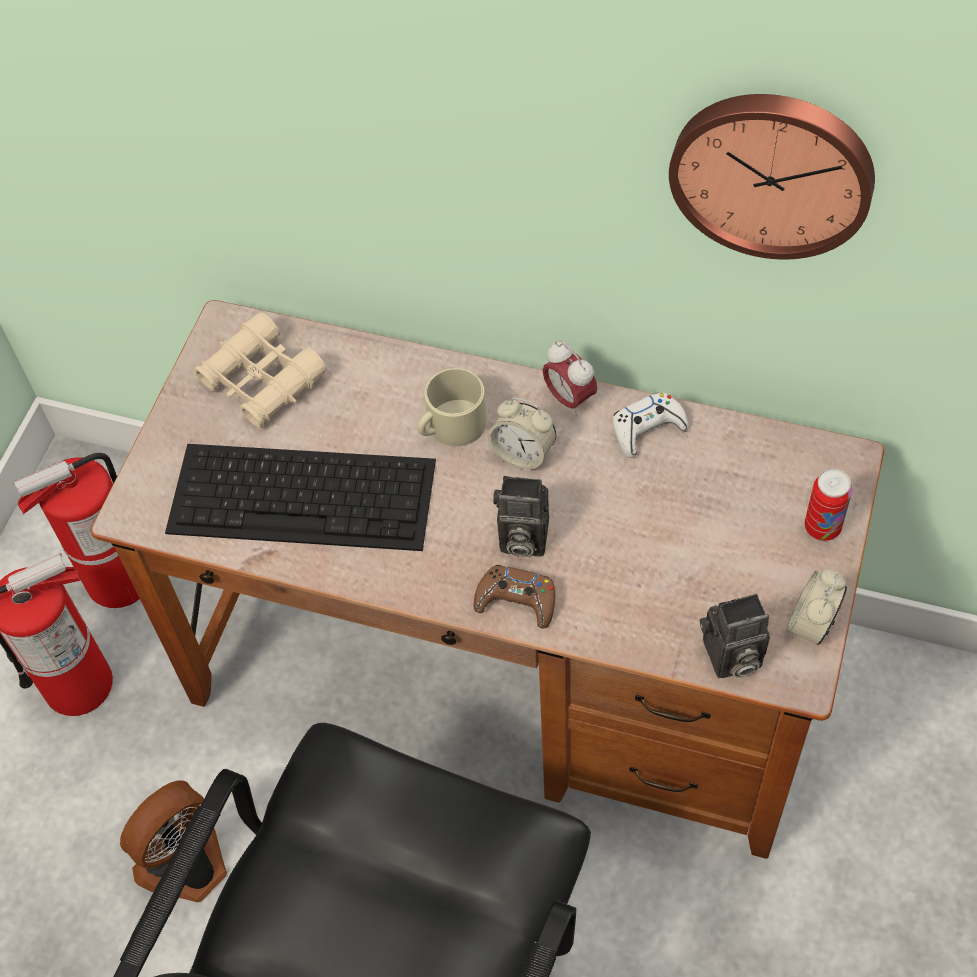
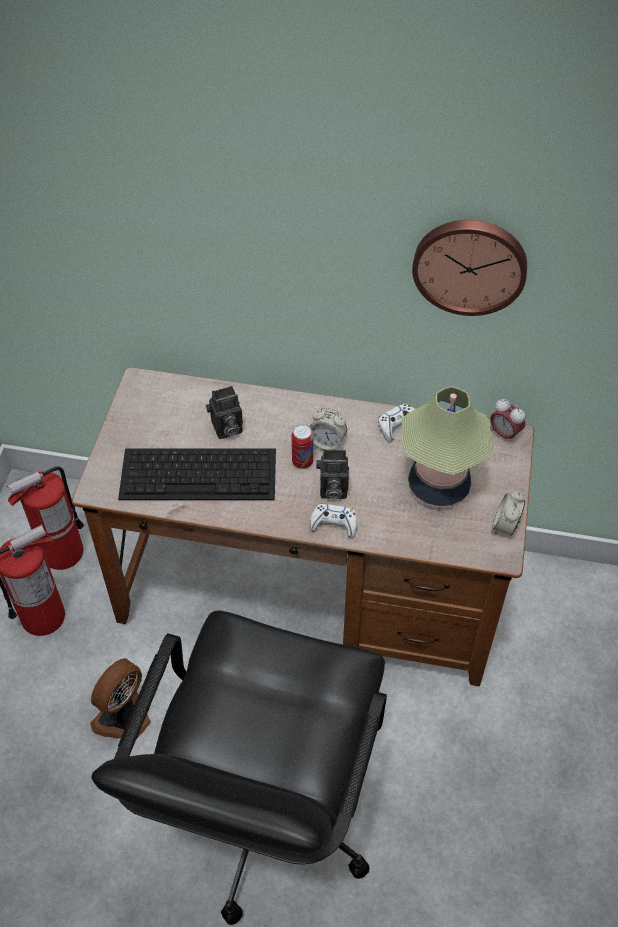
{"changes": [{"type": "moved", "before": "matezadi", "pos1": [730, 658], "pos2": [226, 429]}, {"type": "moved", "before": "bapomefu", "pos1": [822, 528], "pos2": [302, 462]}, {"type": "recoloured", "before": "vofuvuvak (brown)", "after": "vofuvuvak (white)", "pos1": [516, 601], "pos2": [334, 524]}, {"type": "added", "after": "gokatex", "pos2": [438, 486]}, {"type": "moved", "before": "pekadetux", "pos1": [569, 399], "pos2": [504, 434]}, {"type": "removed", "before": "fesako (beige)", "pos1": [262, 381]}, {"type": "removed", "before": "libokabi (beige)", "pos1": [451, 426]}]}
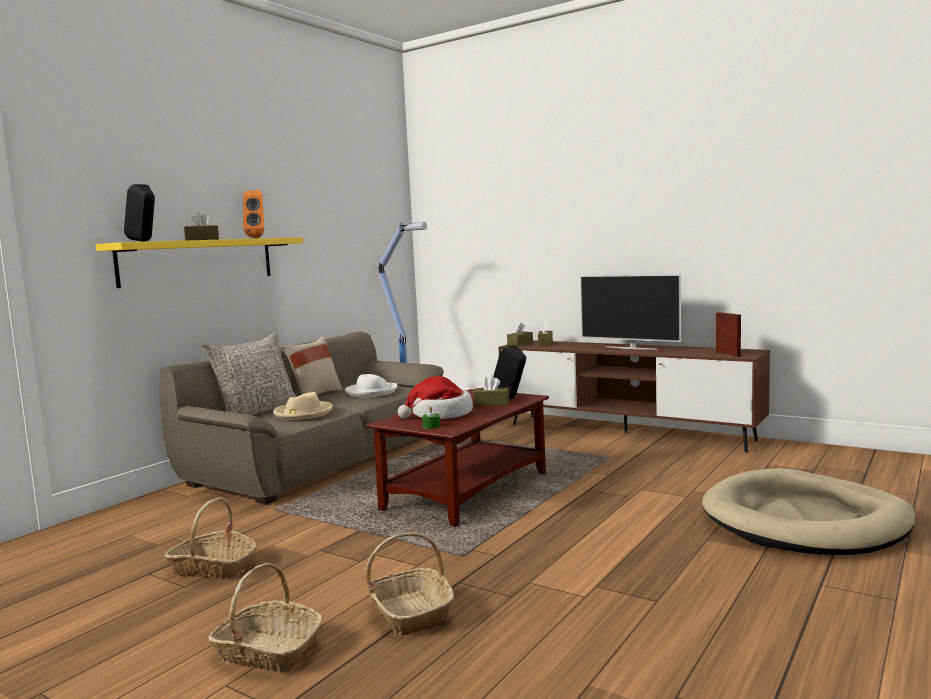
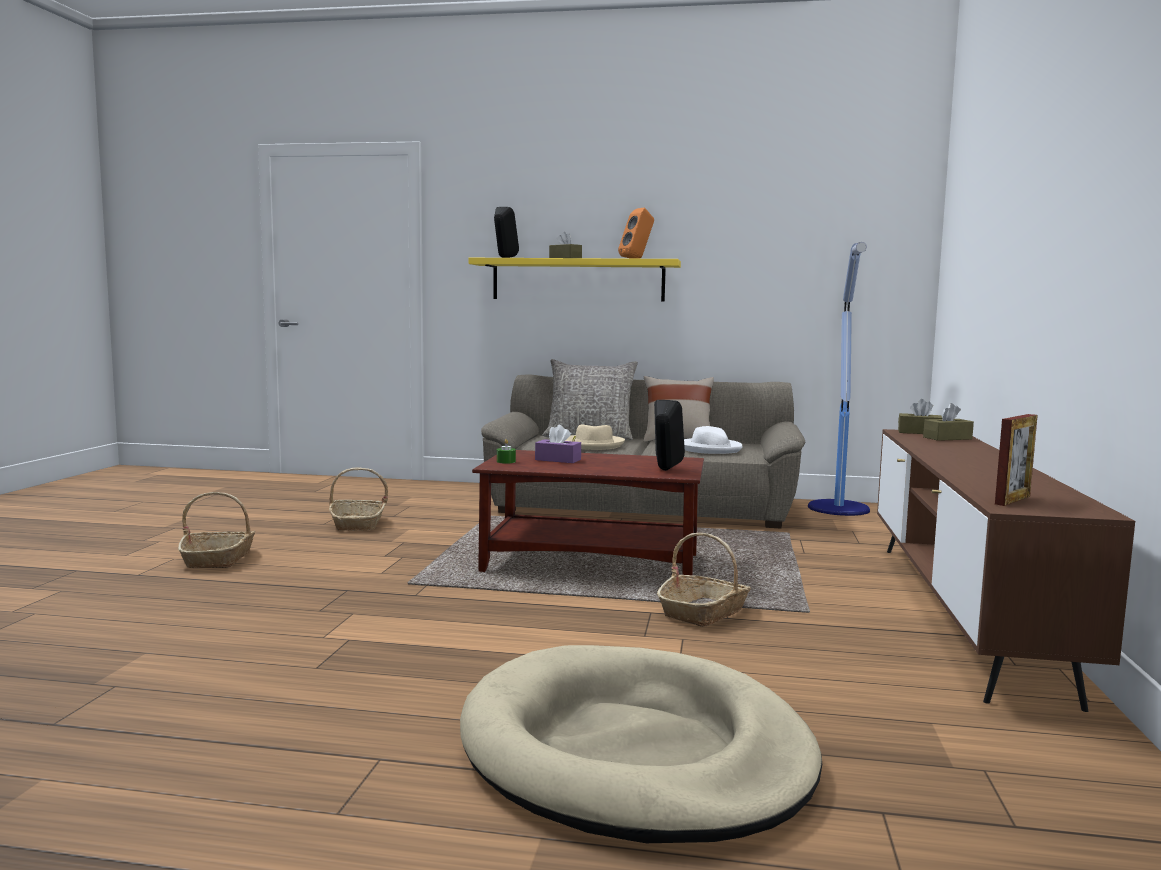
{"changes": [{"type": "replaced", "before": "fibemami", "after": "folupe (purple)", "pos1": [440, 415], "pos2": [558, 460]}, {"type": "moved", "before": "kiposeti", "pos1": [410, 612], "pos2": [703, 612]}, {"type": "removed", "before": "folupe (brown)", "pos1": [491, 403]}, {"type": "removed", "before": "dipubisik", "pos1": [631, 348]}]}
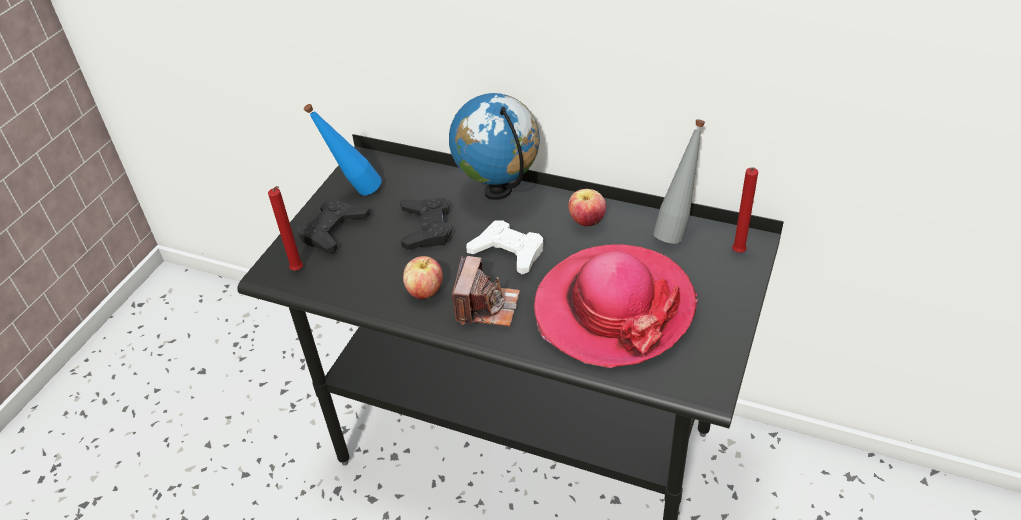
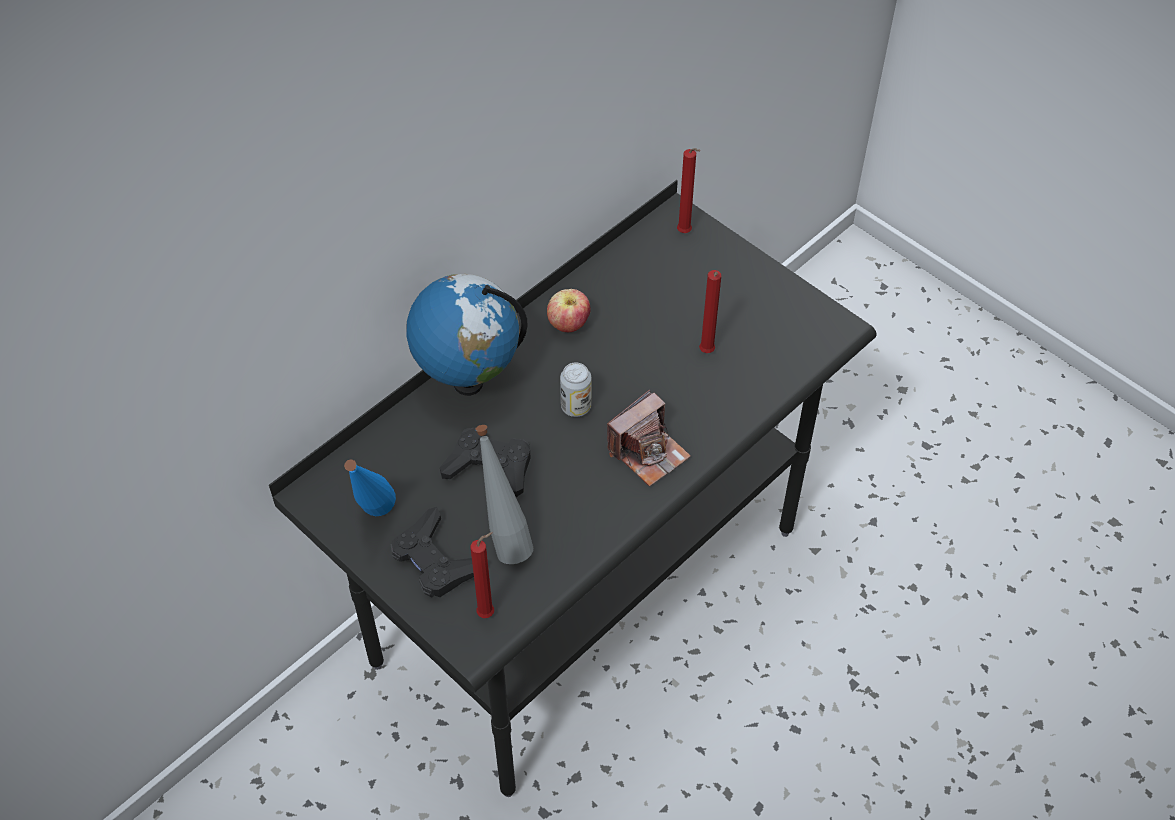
{"changes": [{"type": "moved", "before": "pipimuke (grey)", "pos1": [676, 231], "pos2": [505, 538]}, {"type": "replaced", "before": "vofuvuvak (white)", "after": "bapomefu", "pos1": [508, 252], "pos2": [576, 407]}, {"type": "turned", "before": "matezadi", "pos1": [487, 306], "pos2": [648, 452], "turn": 105}, {"type": "replaced", "before": "fibemami", "after": "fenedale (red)", "pos1": [613, 308], "pos2": [706, 353]}, {"type": "removed", "before": "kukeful", "pos1": [425, 291]}]}
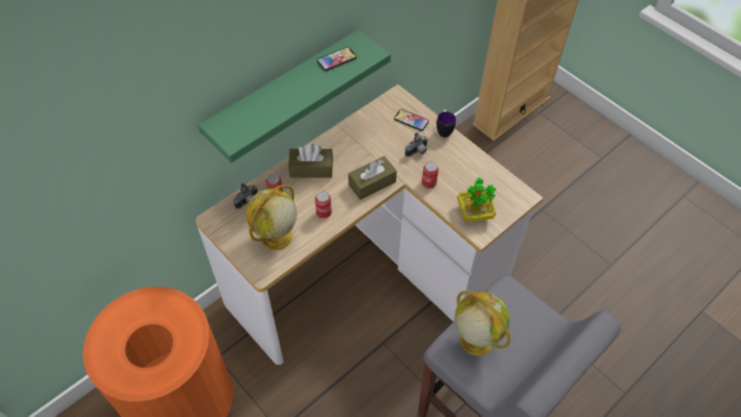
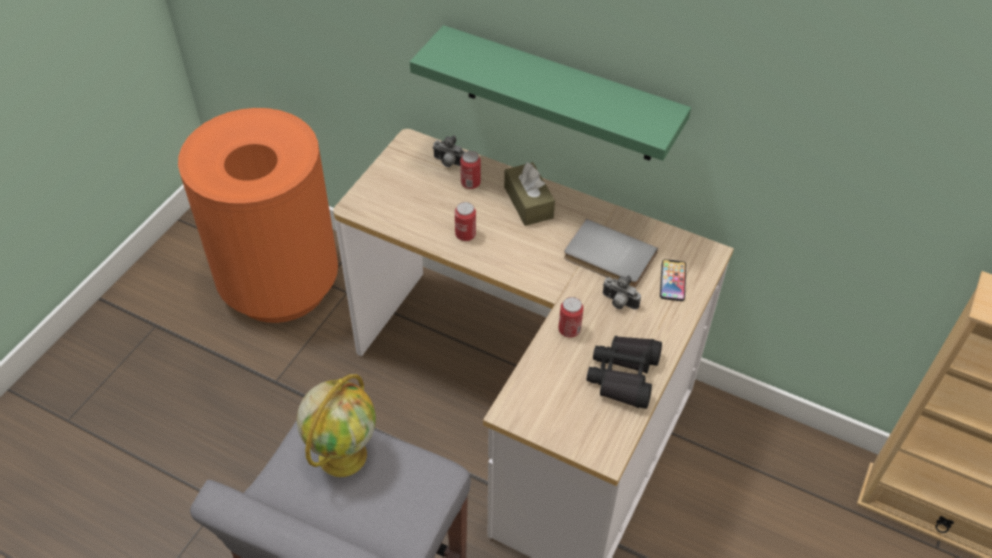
{"changes": [{"type": "added", "after": "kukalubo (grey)", "pos2": [608, 258]}, {"type": "added", "after": "fesako (black)", "pos2": [624, 375]}, {"type": "removed", "before": "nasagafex", "pos1": [276, 238]}, {"type": "removed", "before": "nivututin", "pos1": [336, 59]}, {"type": "removed", "before": "folupe (brown)", "pos1": [372, 183]}, {"type": "removed", "before": "libokabi", "pos1": [444, 130]}, {"type": "removed", "before": "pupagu", "pos1": [474, 213]}]}
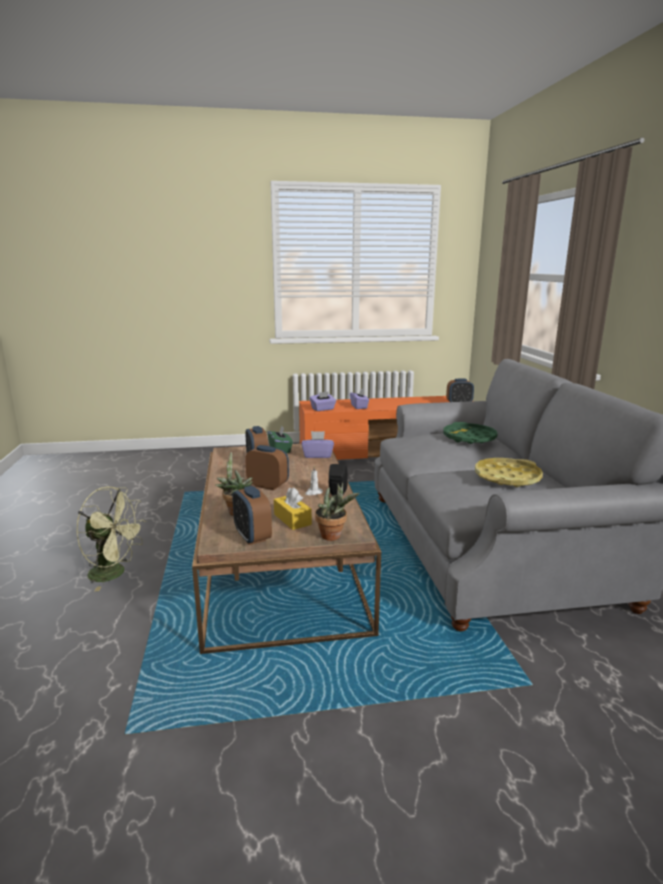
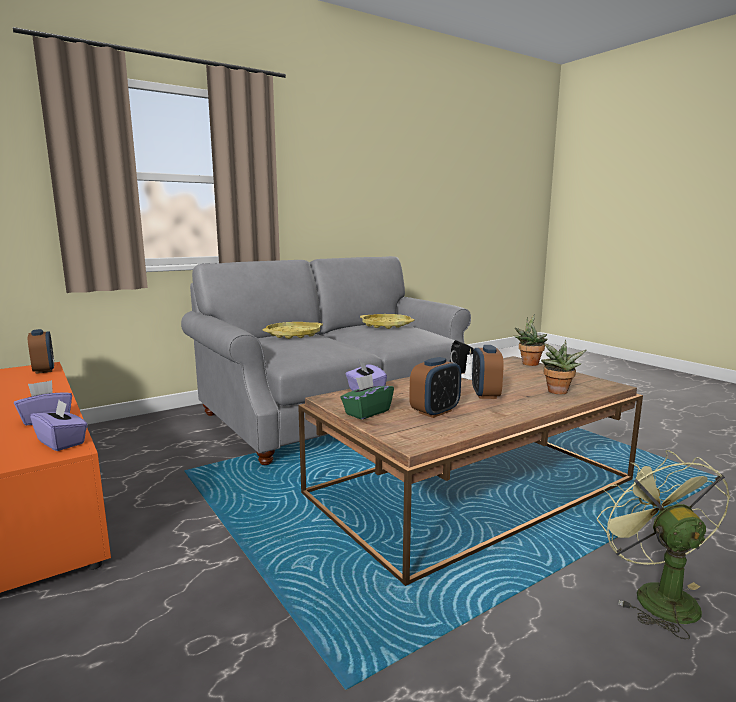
{"changes": [{"type": "recoloured", "before": "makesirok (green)", "after": "makesirok (yellow)", "pos1": [469, 438], "pos2": [293, 334]}, {"type": "removed", "before": "pekadetux", "pos1": [252, 537]}, {"type": "removed", "before": "folupe (yellow)", "pos1": [292, 519]}]}
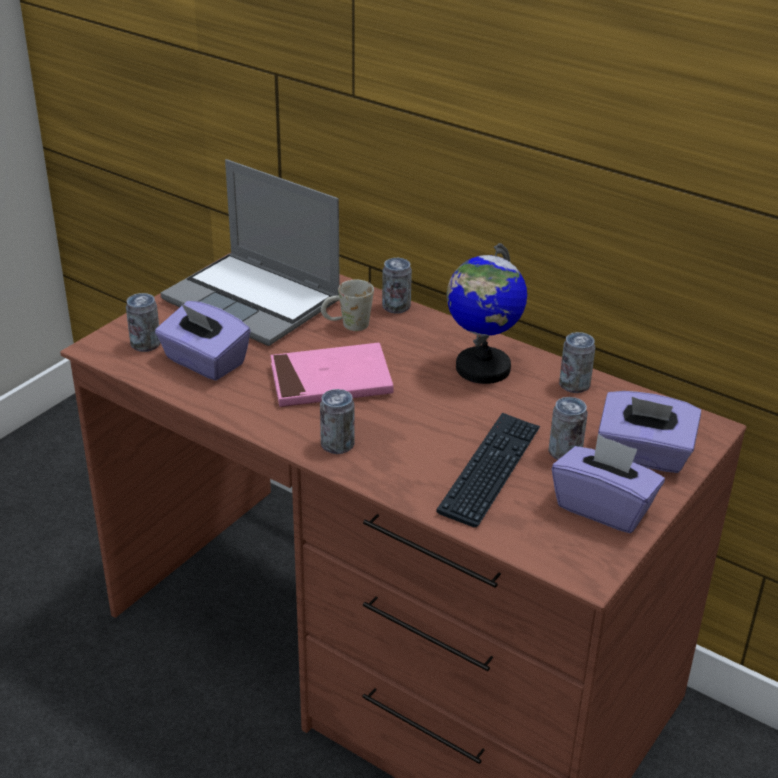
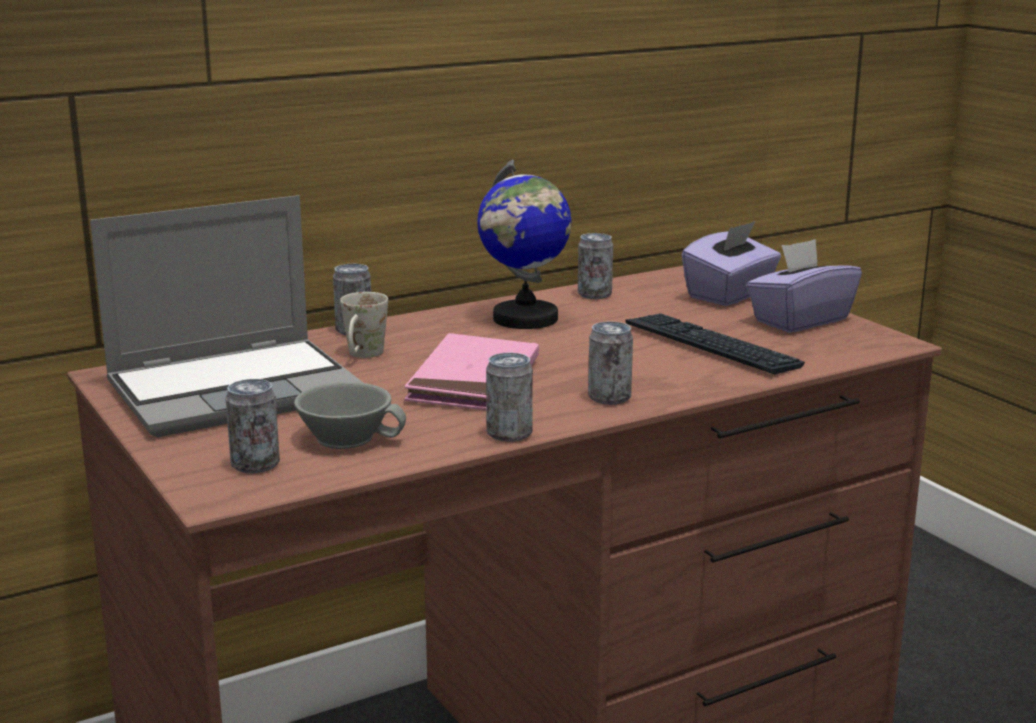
{"changes": [{"type": "replaced", "before": "folupe (purple)", "after": "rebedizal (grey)", "pos1": [204, 362], "pos2": [349, 436]}, {"type": "moved", "before": "bapomefu", "pos1": [565, 453], "pos2": [509, 434]}]}
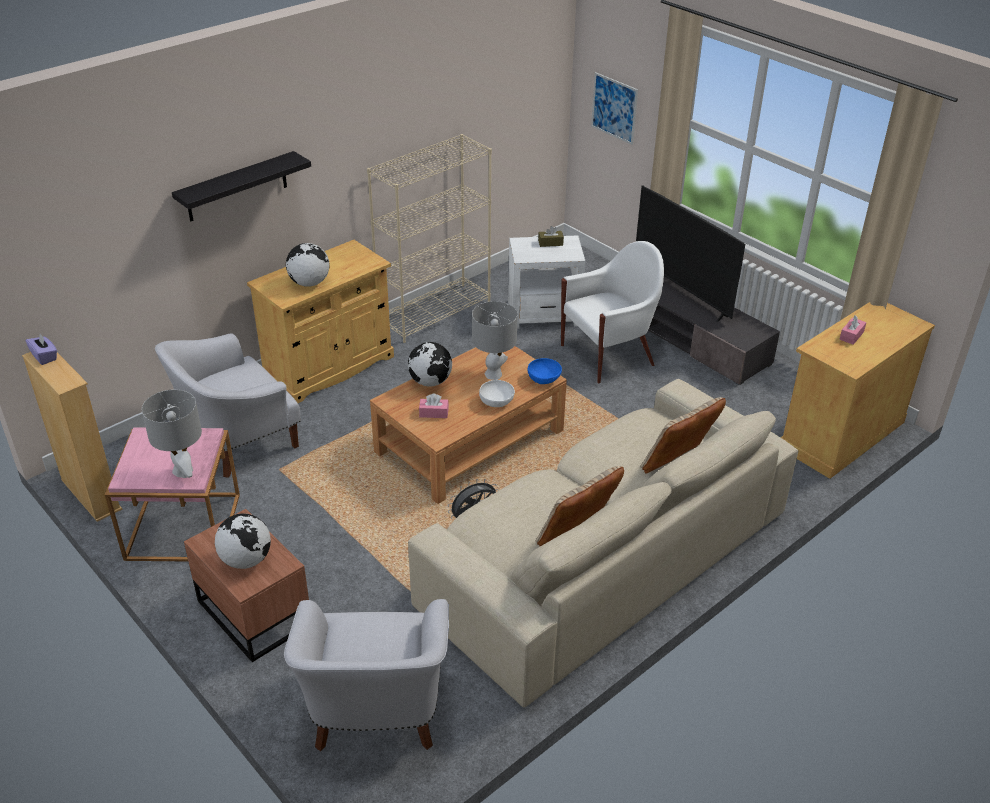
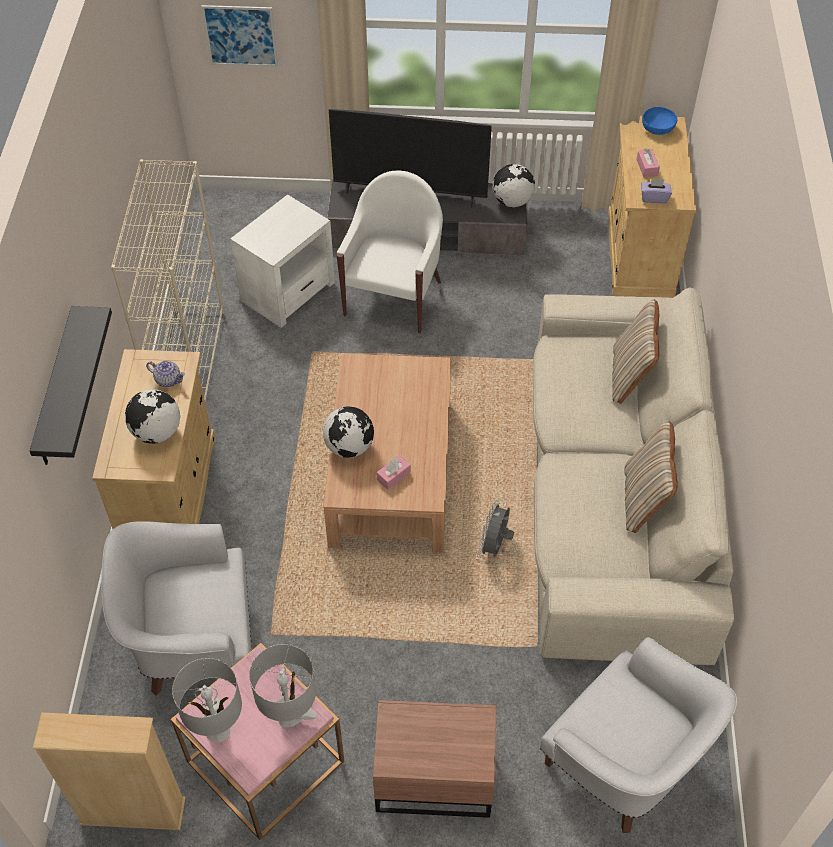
{"changes": [{"type": "turned", "before": "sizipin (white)", "pos1": [236, 441], "pos2": [192, 641], "turn": 75}, {"type": "added", "after": "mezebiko", "pos2": [168, 380]}, {"type": "moved", "before": "gokatex (grey)", "pos1": [494, 374], "pos2": [218, 730]}, {"type": "moved", "before": "nasagafex", "pos1": [246, 560], "pos2": [512, 201]}, {"type": "moved", "before": "folupe (purple)", "pos1": [44, 357], "pos2": [654, 198]}, {"type": "moved", "before": "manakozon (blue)", "pos1": [544, 379], "pos2": [658, 128]}, {"type": "removed", "before": "manakozon (white)", "pos1": [497, 401]}, {"type": "removed", "before": "folupe (brown)", "pos1": [550, 243]}]}
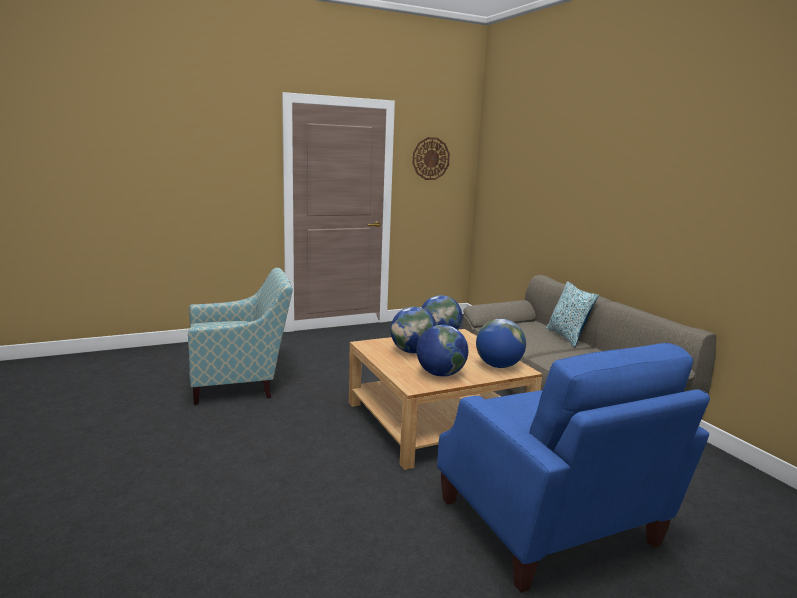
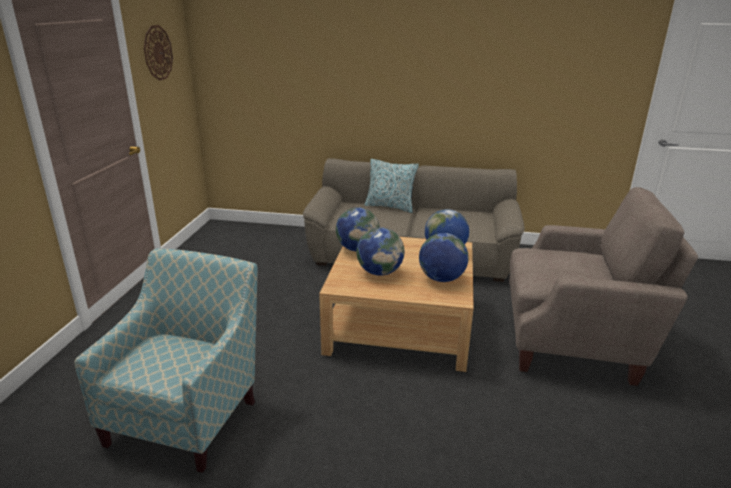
{"changes": [{"type": "recoloured", "before": "sizipin (blue)", "after": "sizipin (beige)", "pos1": [551, 526], "pos2": [573, 341]}]}
